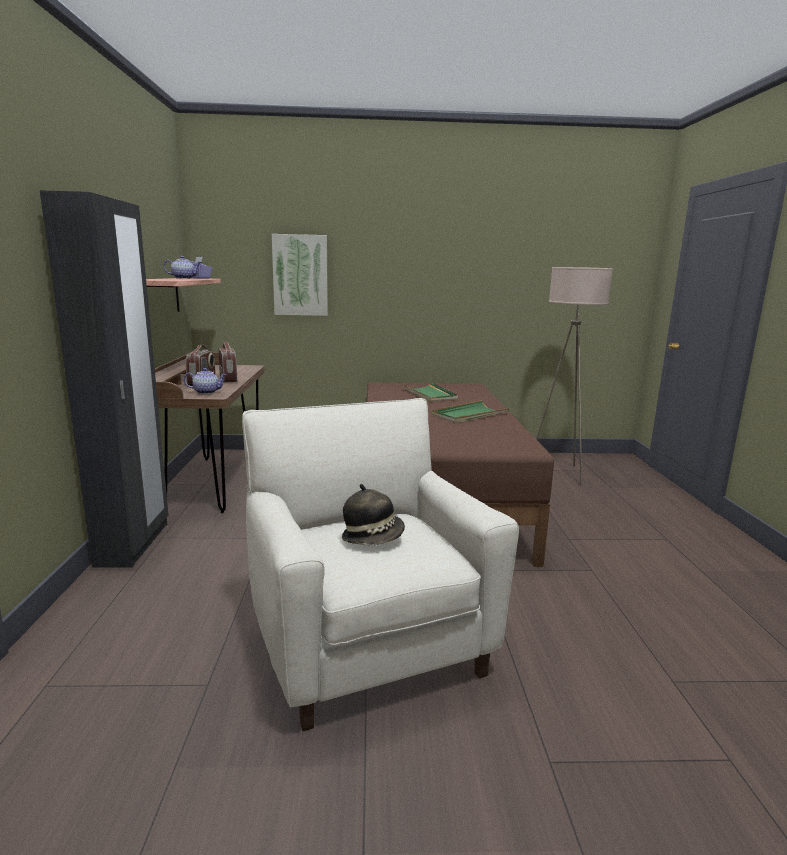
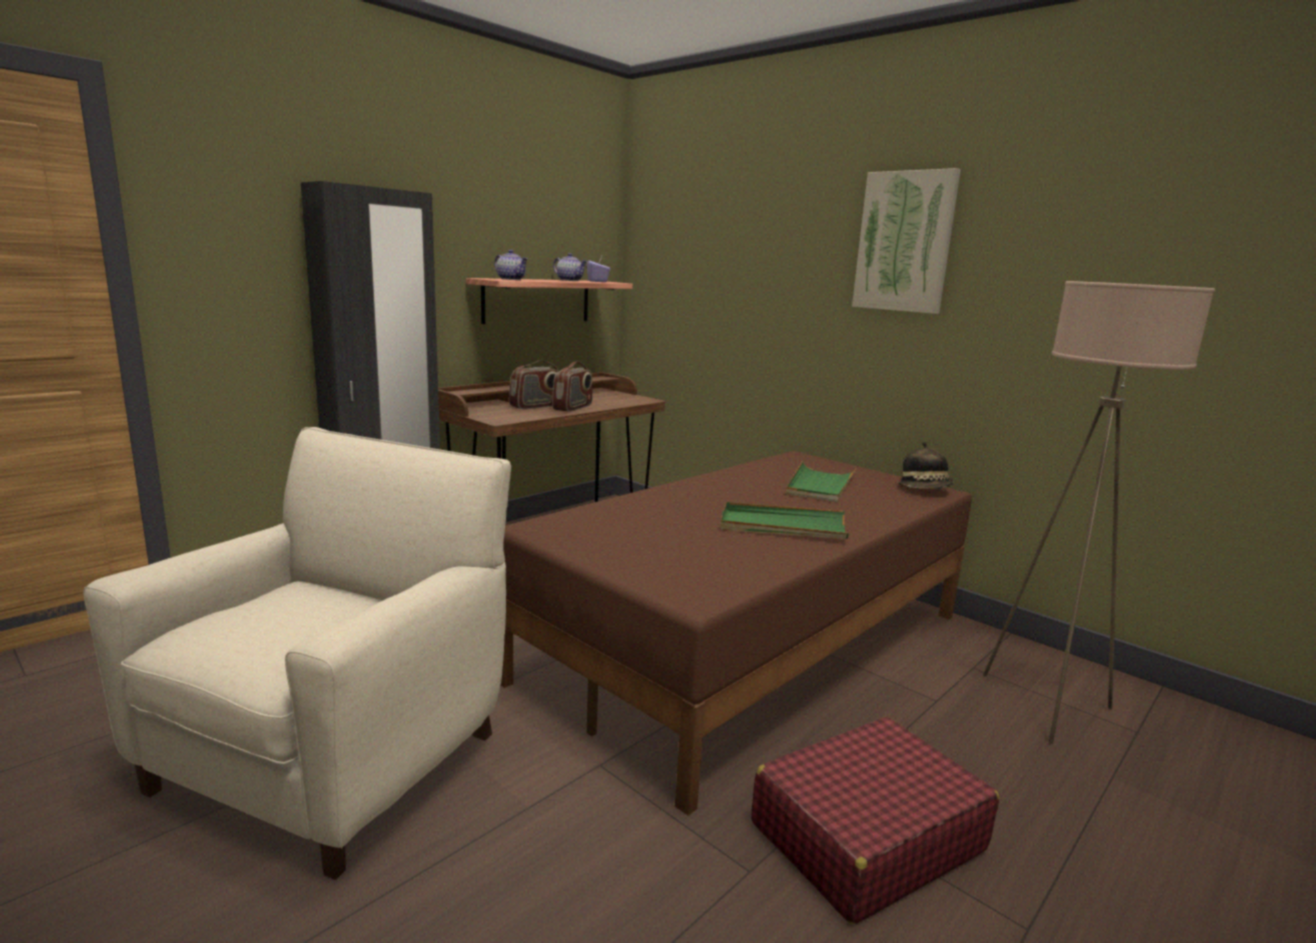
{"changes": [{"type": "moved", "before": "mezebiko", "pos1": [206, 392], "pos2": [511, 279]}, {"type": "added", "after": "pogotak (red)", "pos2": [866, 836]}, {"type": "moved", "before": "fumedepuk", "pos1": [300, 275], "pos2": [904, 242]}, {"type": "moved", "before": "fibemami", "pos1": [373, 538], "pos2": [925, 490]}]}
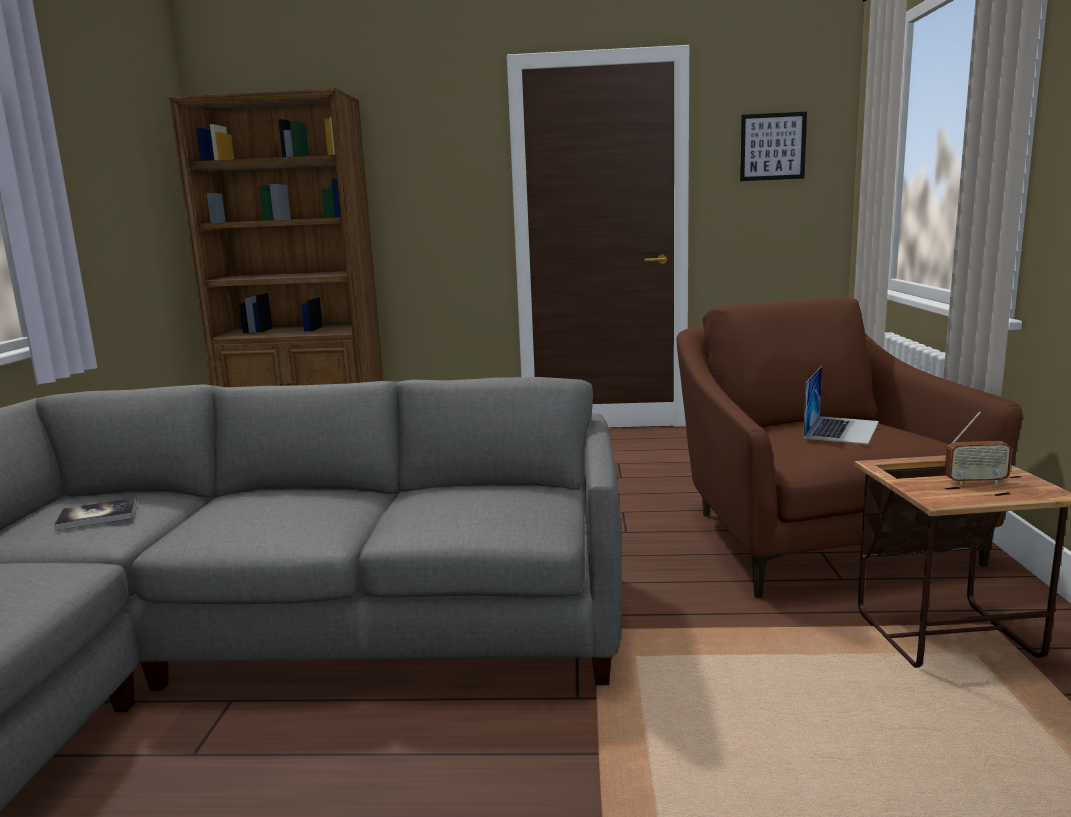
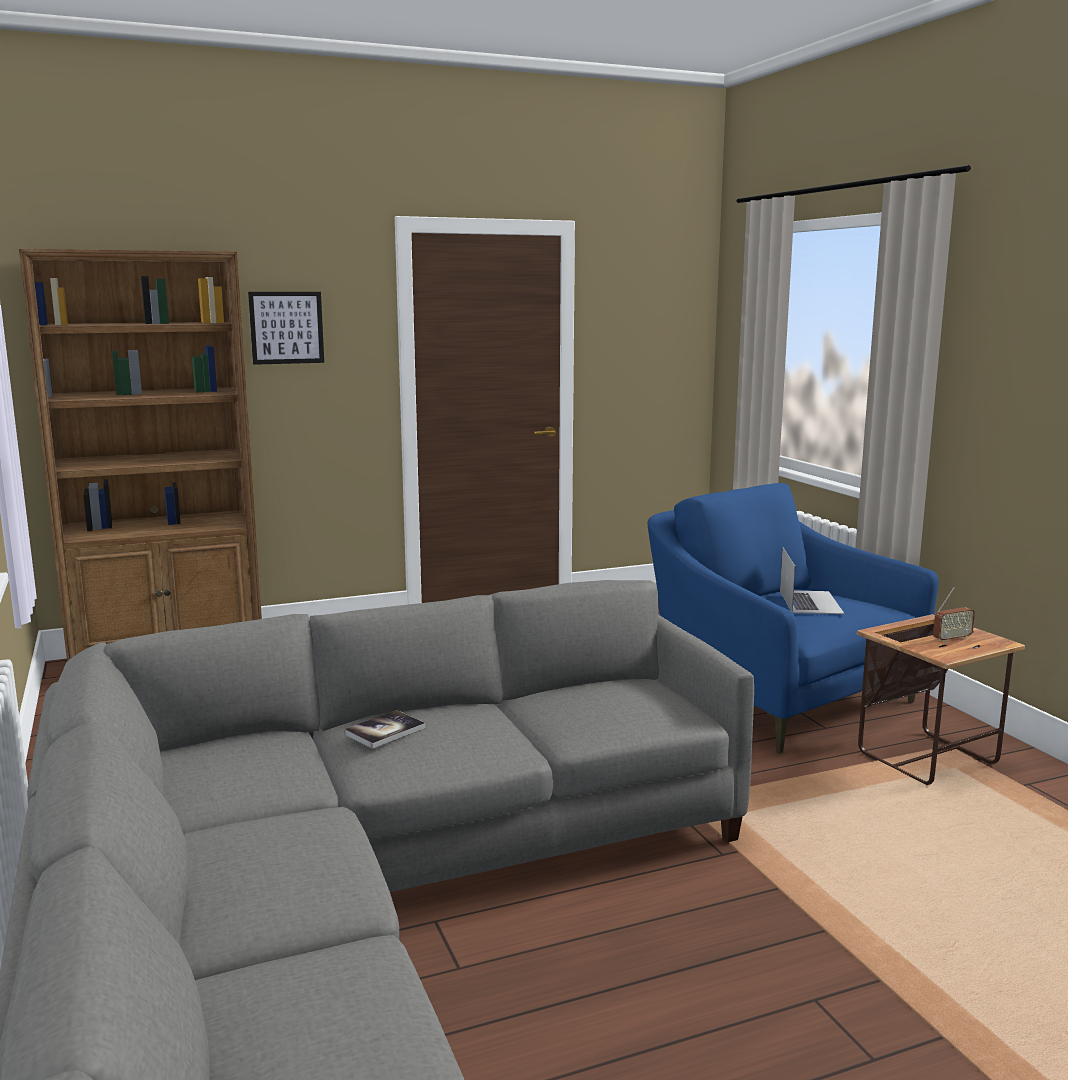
{"changes": [{"type": "moved", "before": "fumedepuk", "pos1": [772, 146], "pos2": [286, 327]}, {"type": "moved", "before": "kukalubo", "pos1": [97, 516], "pos2": [385, 731]}, {"type": "recoloured", "before": "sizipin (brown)", "after": "sizipin (blue)", "pos1": [812, 536], "pos2": [774, 695]}]}
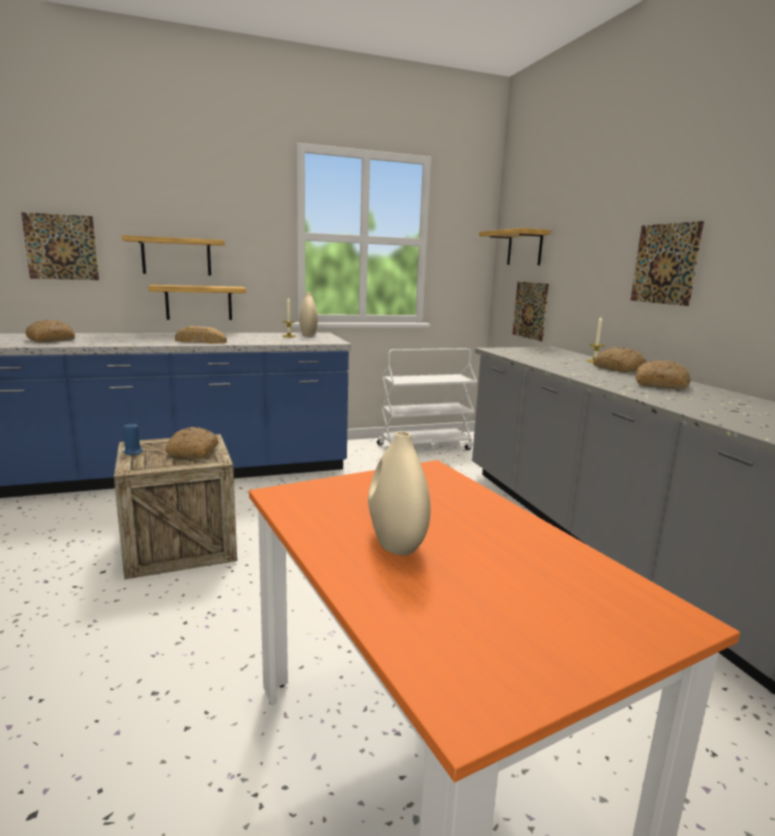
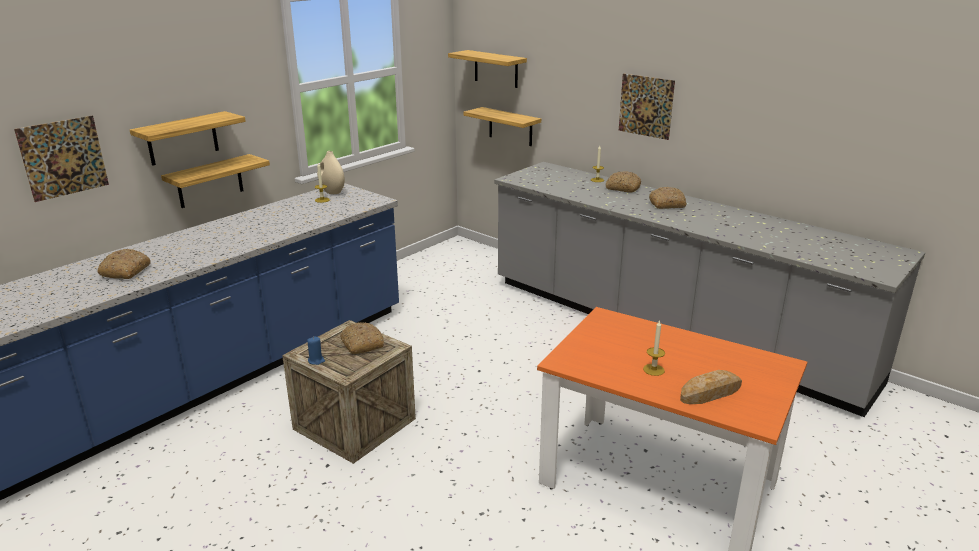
{"changes": [{"type": "replaced", "before": "fumedepuk", "after": "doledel", "pos1": [530, 310], "pos2": [510, 127]}, {"type": "replaced", "before": "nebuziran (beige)", "after": "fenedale", "pos1": [395, 543], "pos2": [653, 370]}, {"type": "moved", "before": "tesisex", "pos1": [200, 341], "pos2": [710, 393]}, {"type": "removed", "before": "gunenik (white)", "pos1": [425, 447]}]}
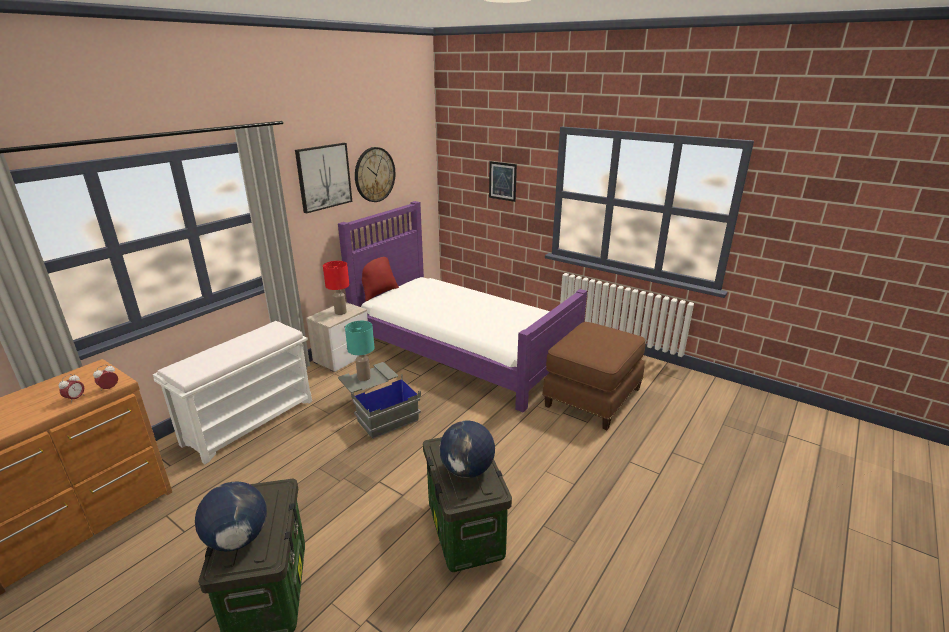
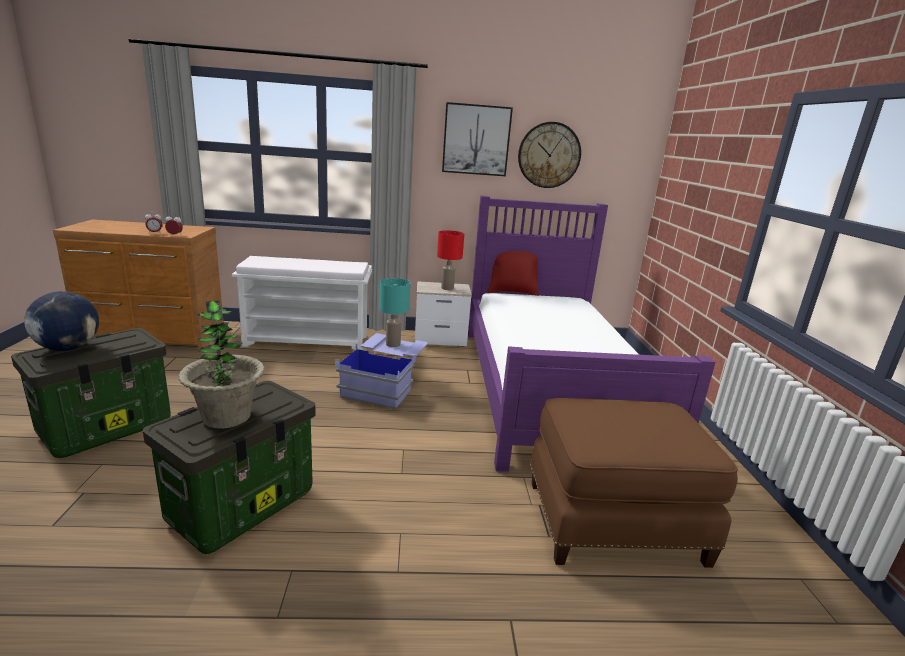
{"changes": [{"type": "replaced", "before": "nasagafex", "after": "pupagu", "pos1": [467, 470], "pos2": [226, 416]}, {"type": "recoloured", "before": "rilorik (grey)", "after": "rilorik (blue)", "pos1": [379, 411], "pos2": [385, 385]}, {"type": "removed", "before": "fumedepuk", "pos1": [502, 181]}]}
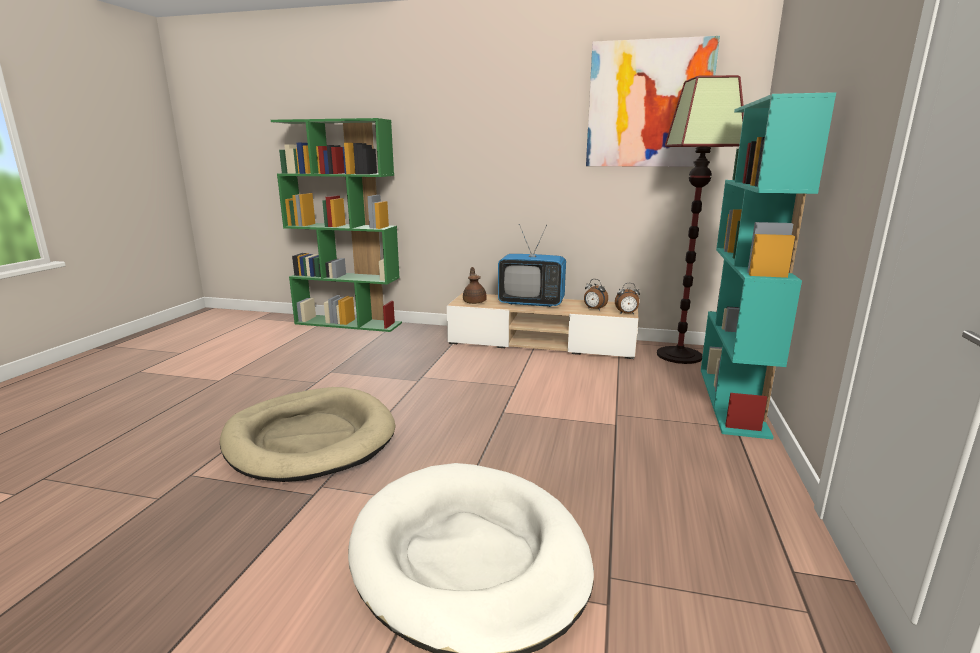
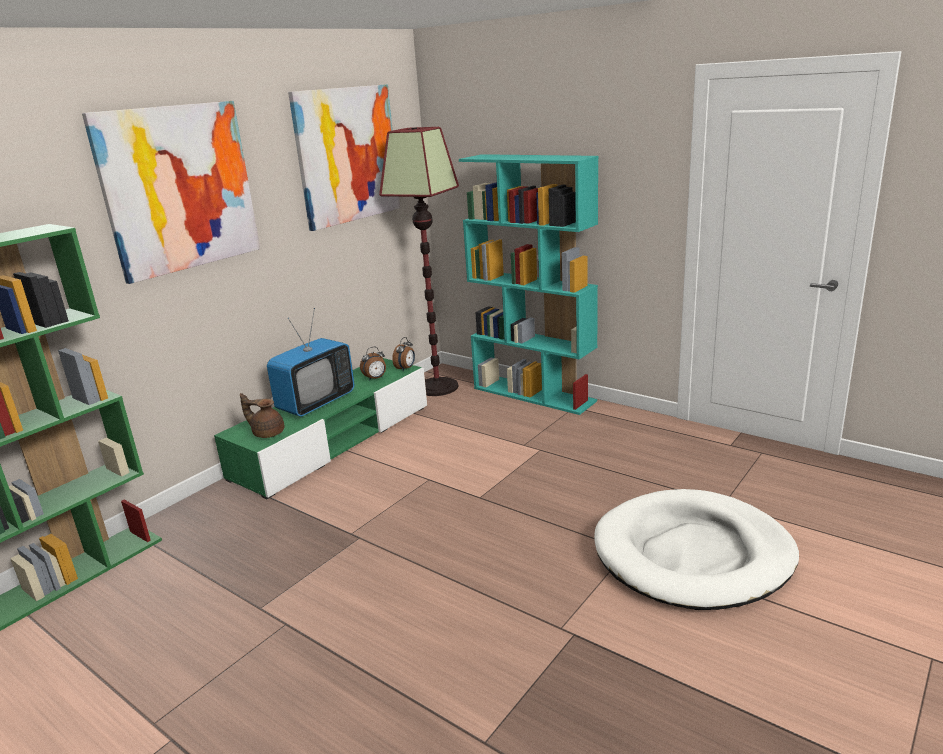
{"changes": [{"type": "added", "after": "fumedepuk", "pos2": [179, 188]}, {"type": "recoloured", "before": "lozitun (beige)", "after": "lozitun (green)", "pos1": [541, 343], "pos2": [334, 441]}, {"type": "removed", "before": "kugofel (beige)", "pos1": [310, 439]}]}
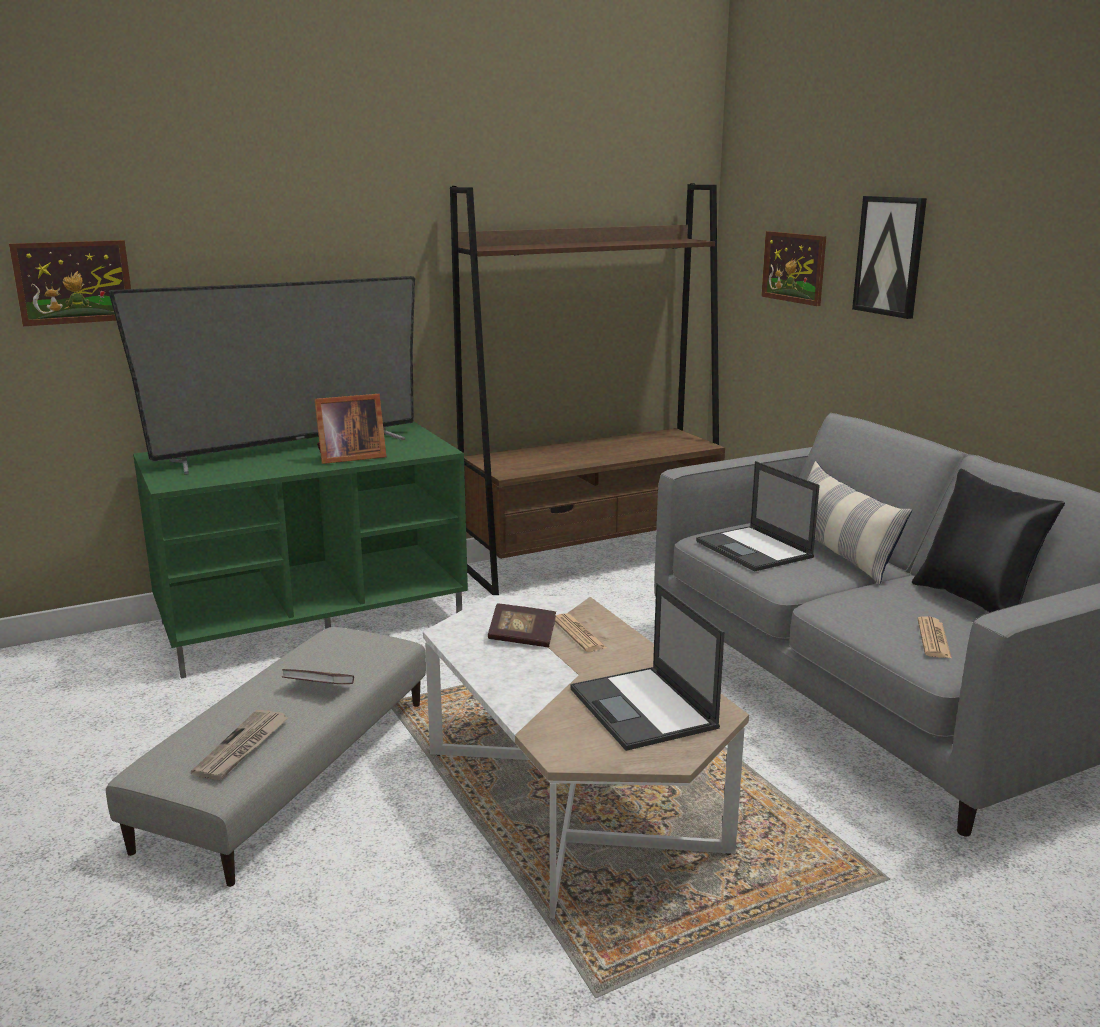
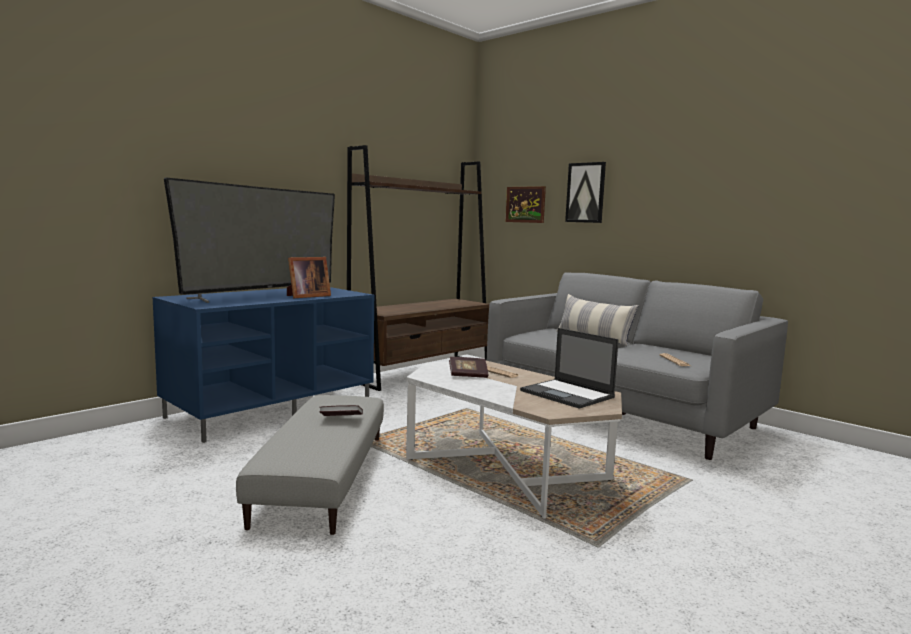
{"changes": [{"type": "recoloured", "before": "lozitun (green)", "after": "lozitun (blue)", "pos1": [314, 620], "pos2": [272, 409]}, {"type": "removed", "before": "fumedepuk", "pos1": [73, 282]}, {"type": "removed", "before": "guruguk", "pos1": [242, 748]}, {"type": "removed", "before": "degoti", "pos1": [755, 549]}, {"type": "removed", "before": "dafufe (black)", "pos1": [976, 603]}]}
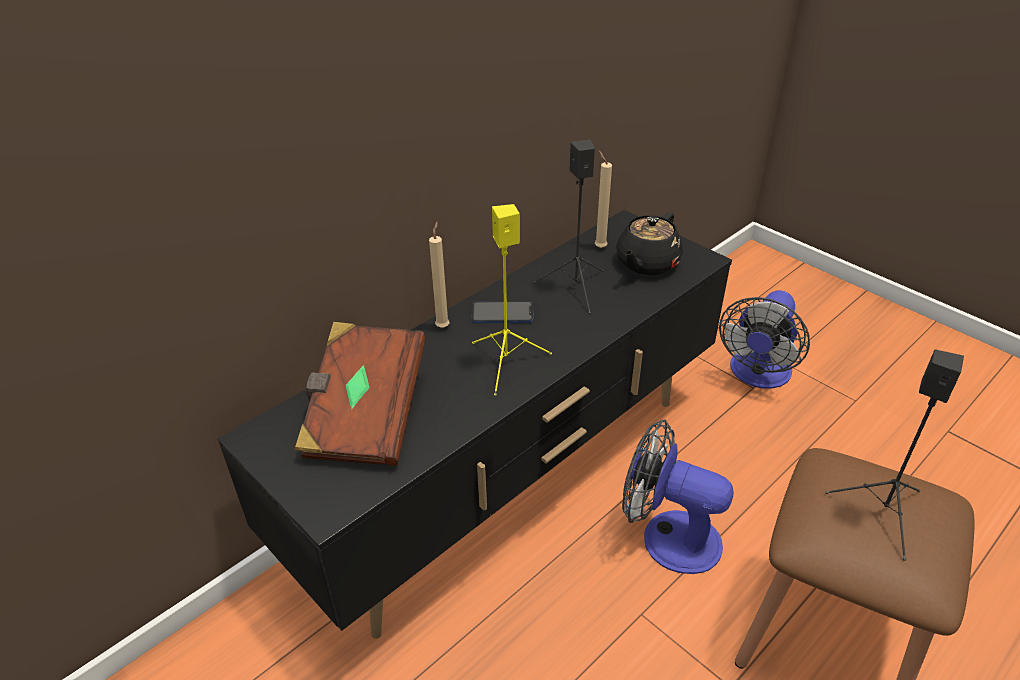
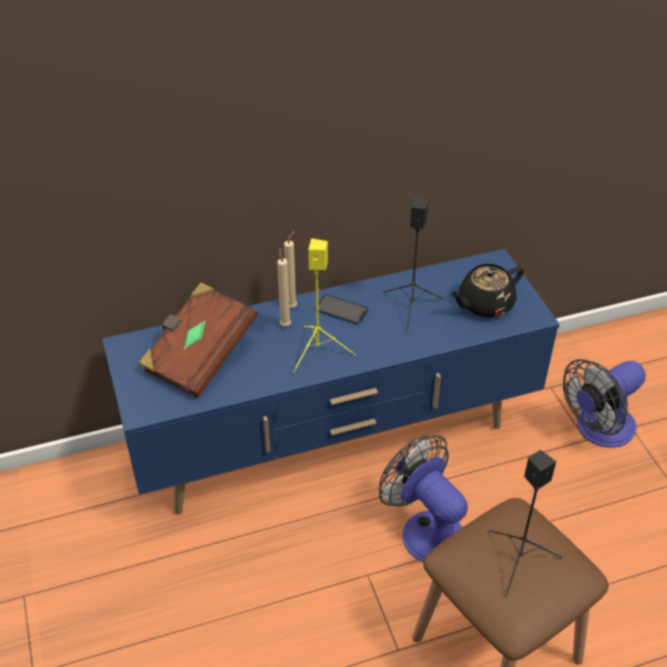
{"changes": [{"type": "recoloured", "before": "lozitun (black)", "after": "lozitun (blue)", "pos1": [511, 480], "pos2": [334, 441]}, {"type": "moved", "before": "fenedale (beige)", "pos1": [599, 247], "pos2": [285, 324]}]}
